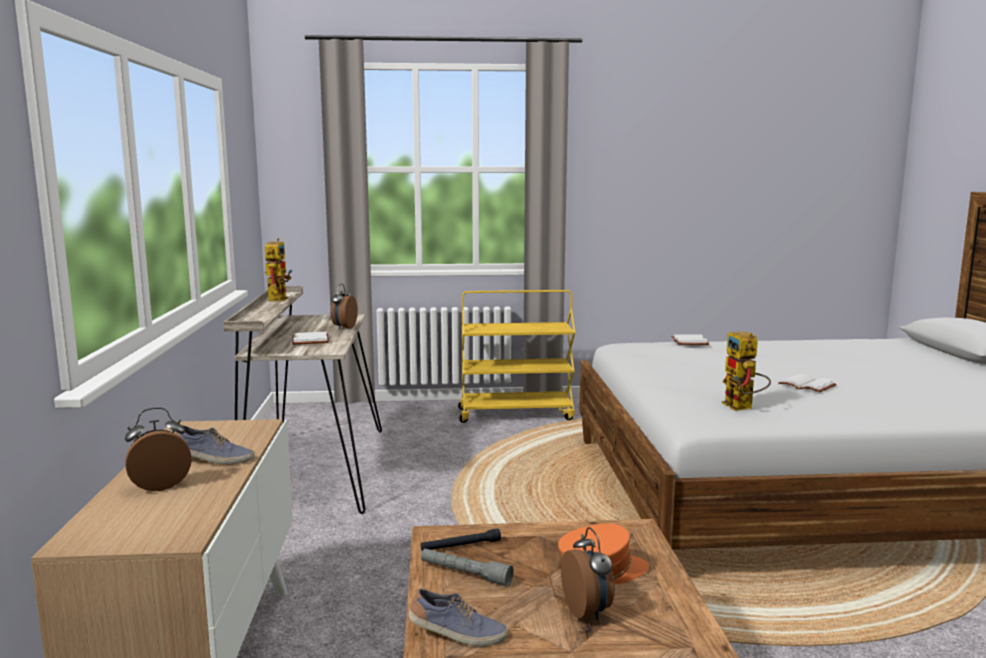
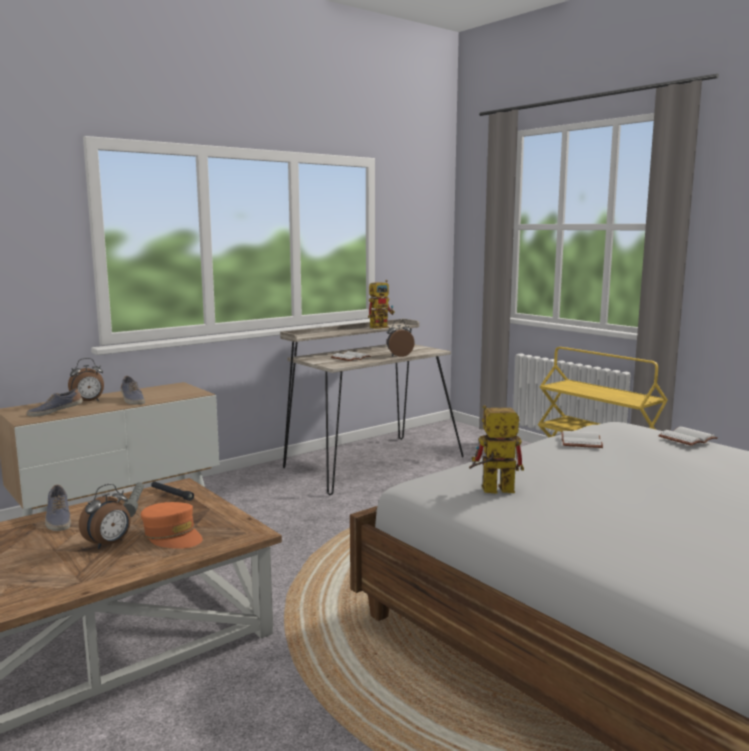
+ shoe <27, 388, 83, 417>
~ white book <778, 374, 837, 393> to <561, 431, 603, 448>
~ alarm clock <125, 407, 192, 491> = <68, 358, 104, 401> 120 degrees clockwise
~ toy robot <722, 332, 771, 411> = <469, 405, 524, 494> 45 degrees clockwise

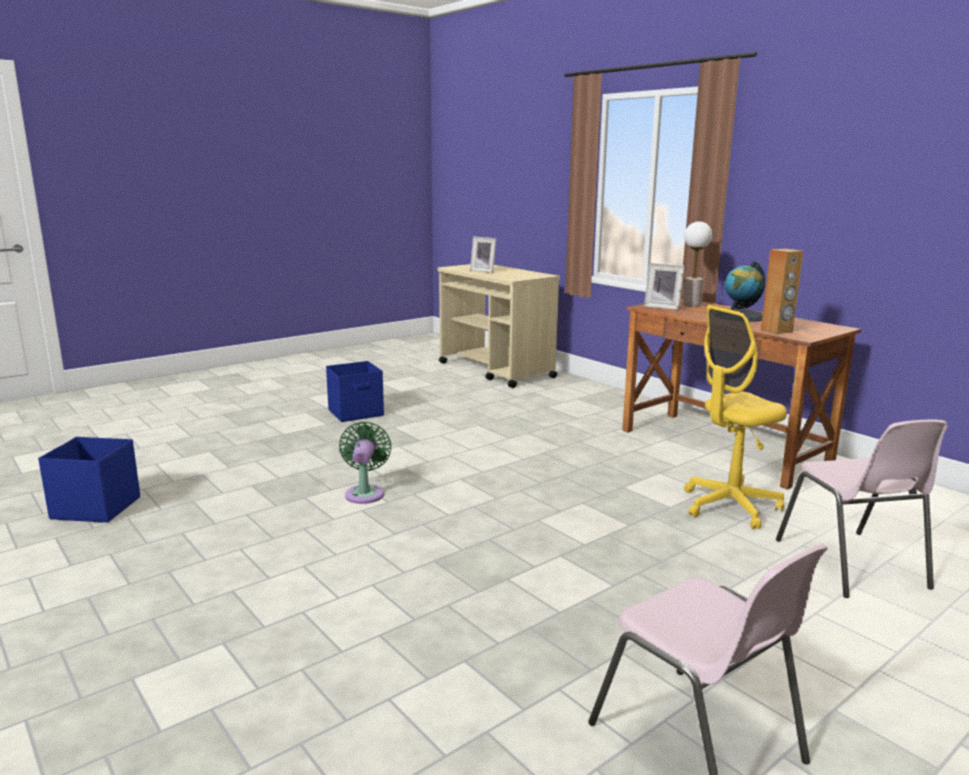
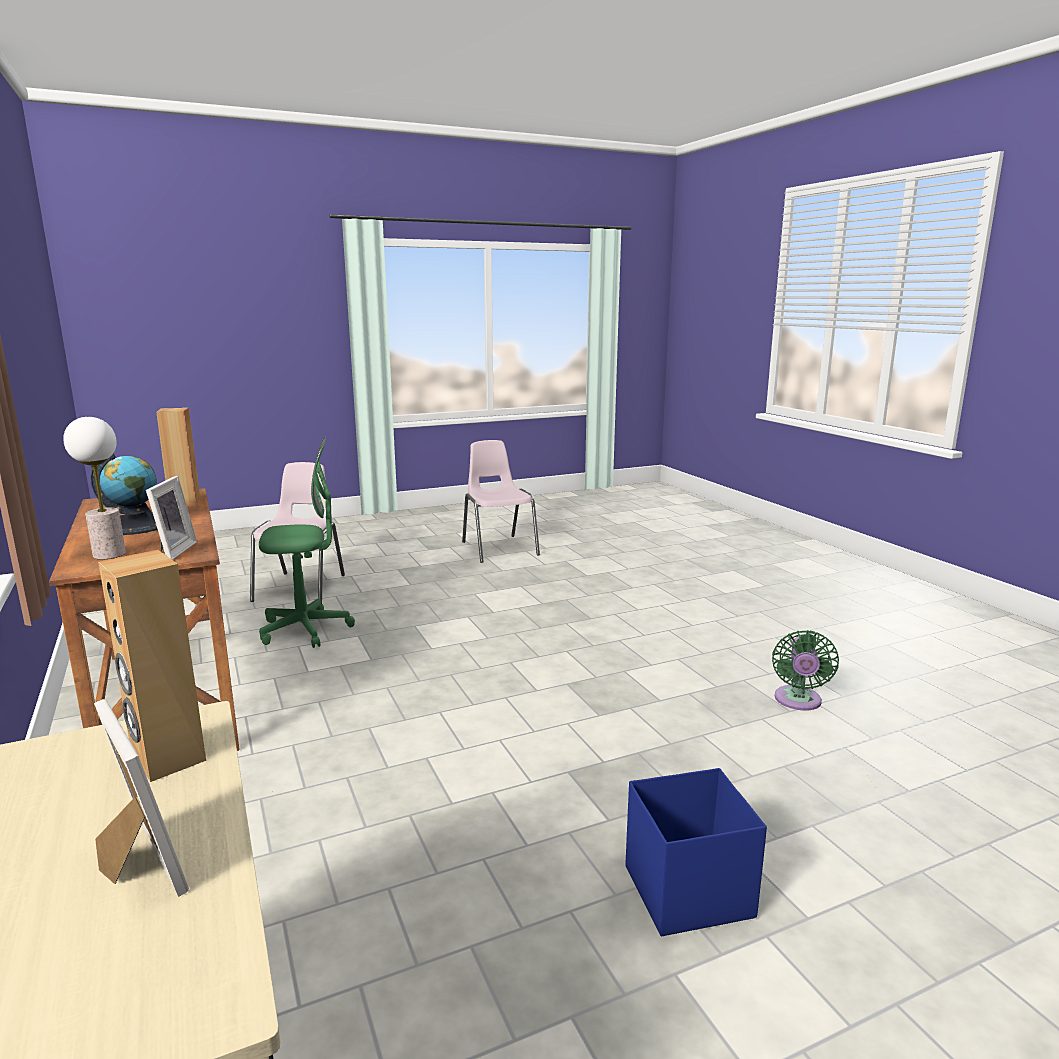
- blue storage box <38, 437, 140, 523>
+ brown speaker <98, 550, 206, 782>
~ green fan <339, 422, 392, 504> to <772, 630, 839, 710>
~ yellow office chair <684, 305, 787, 529> to green office chair <259, 437, 355, 648>
~ picture frame <644, 263, 685, 310> = <146, 476, 197, 560> 45 degrees clockwise

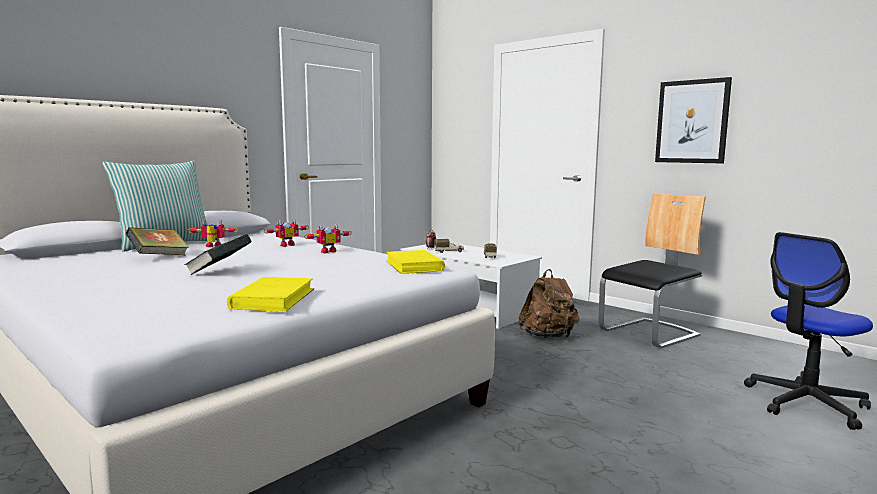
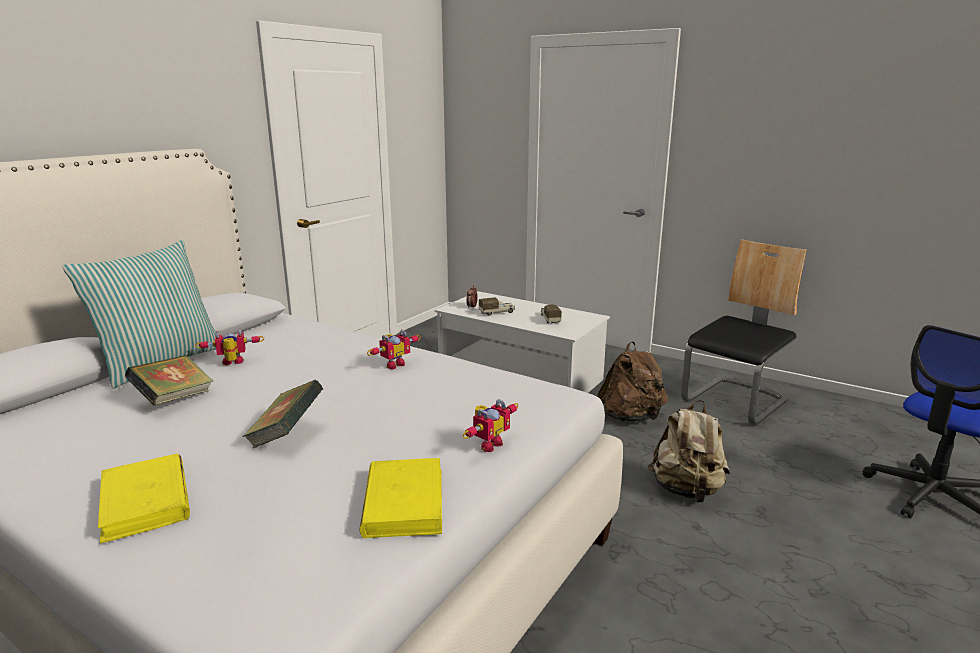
- picture <655, 77, 732, 164>
+ beige backpack <648, 400, 730, 503>
~ toy robot <264, 219, 309, 247> to <463, 399, 518, 452>
~ yellow book <386, 250, 445, 274> to <98, 453, 190, 543>

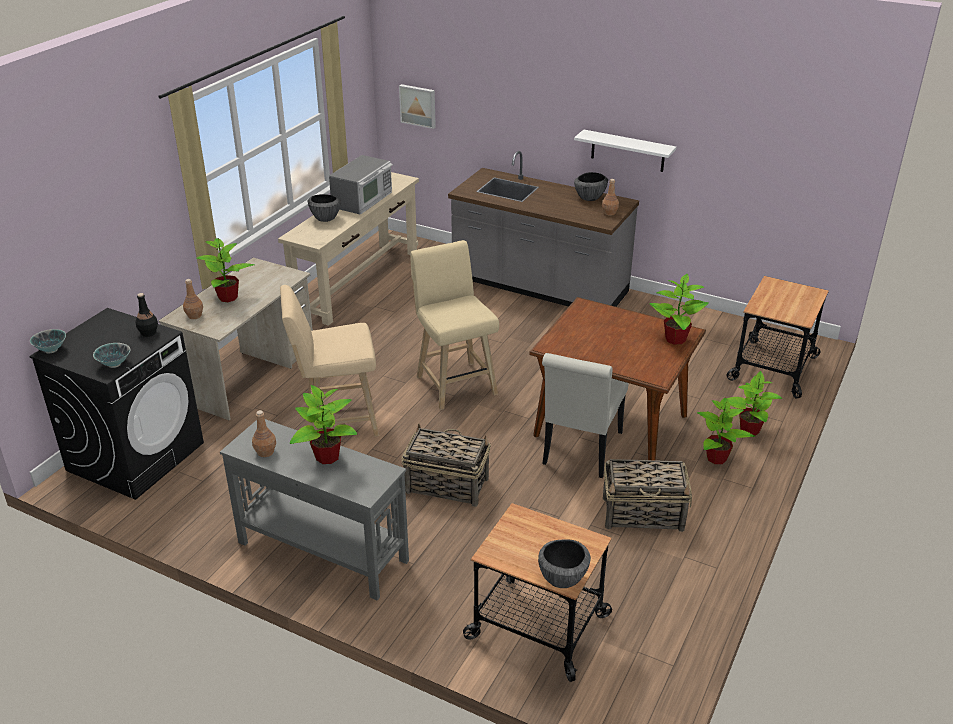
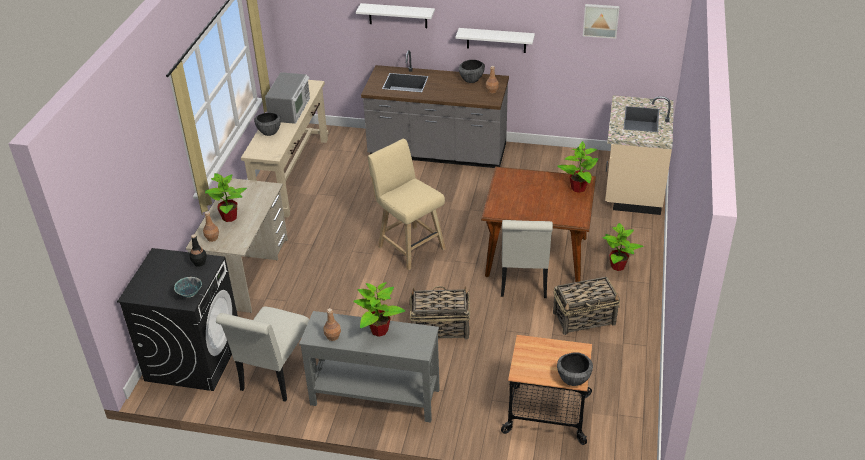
- bowl <30, 329, 66, 353>
- beige stool <280, 285, 379, 437>
- potted plant <727, 371, 782, 436>
+ white chair <216, 307, 309, 402>
+ white shelf <356, 3, 435, 28>
~ picture <399, 84, 436, 129> to <583, 4, 620, 39>
~ cart <727, 276, 829, 399> to beige counter <605, 95, 674, 215>

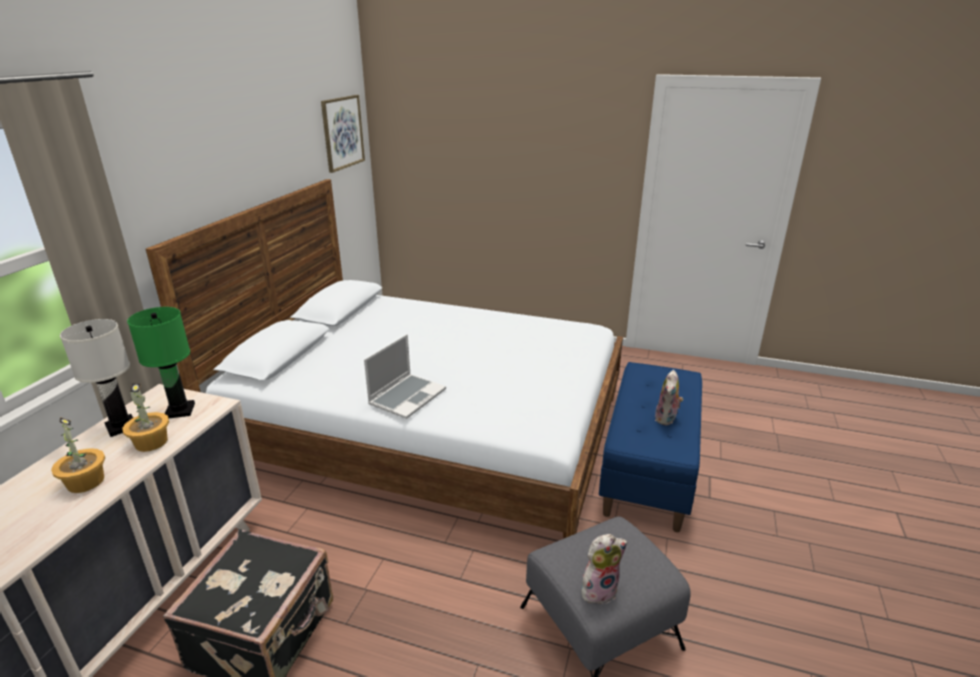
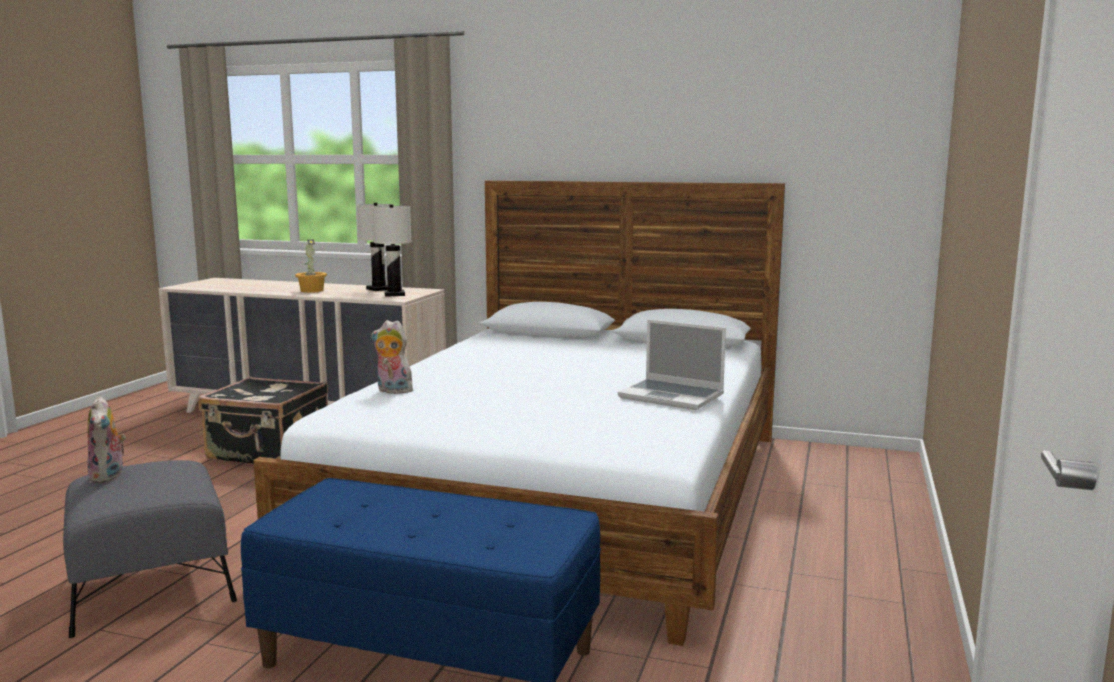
- potted plant <123, 383, 169, 452>
- picture <321, 95, 365, 173>
~ laptop <364, 334, 446, 419> to <618, 319, 726, 410>
~ plush toy <655, 370, 683, 426> to <372, 320, 415, 394>
~ green table lamp <127, 307, 195, 418> to white table lamp <372, 205, 412, 297>

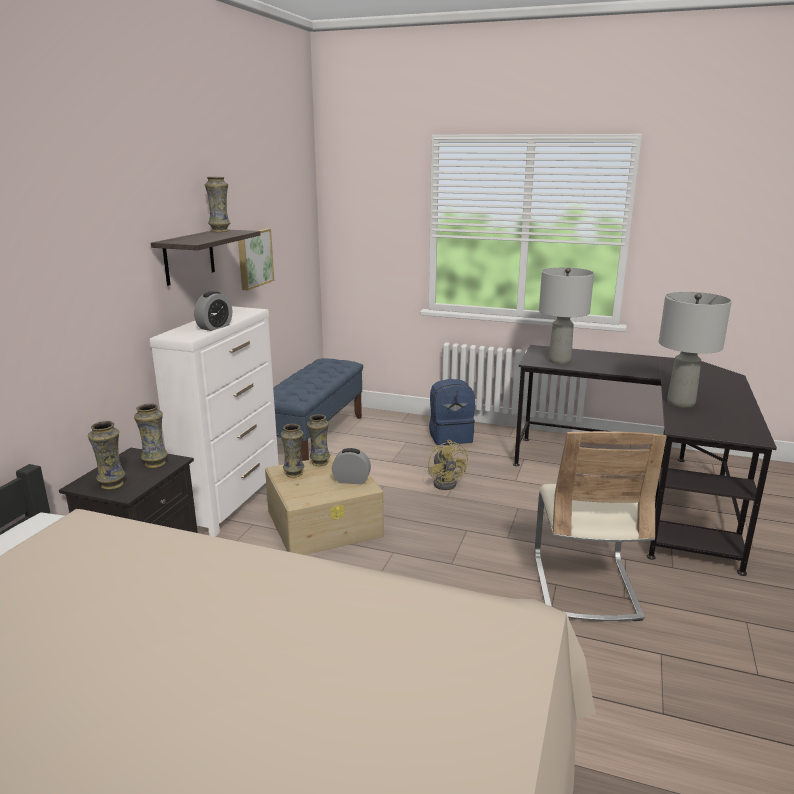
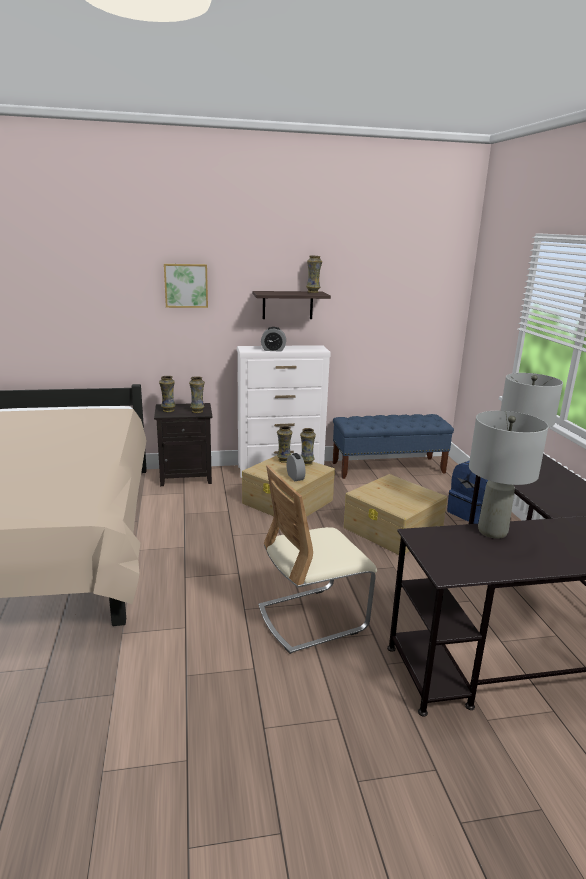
~ picture <238, 229, 274, 290> to <164, 264, 208, 308>
~ yellow fan <428, 440, 468, 490> to beige storage box <344, 474, 447, 555>

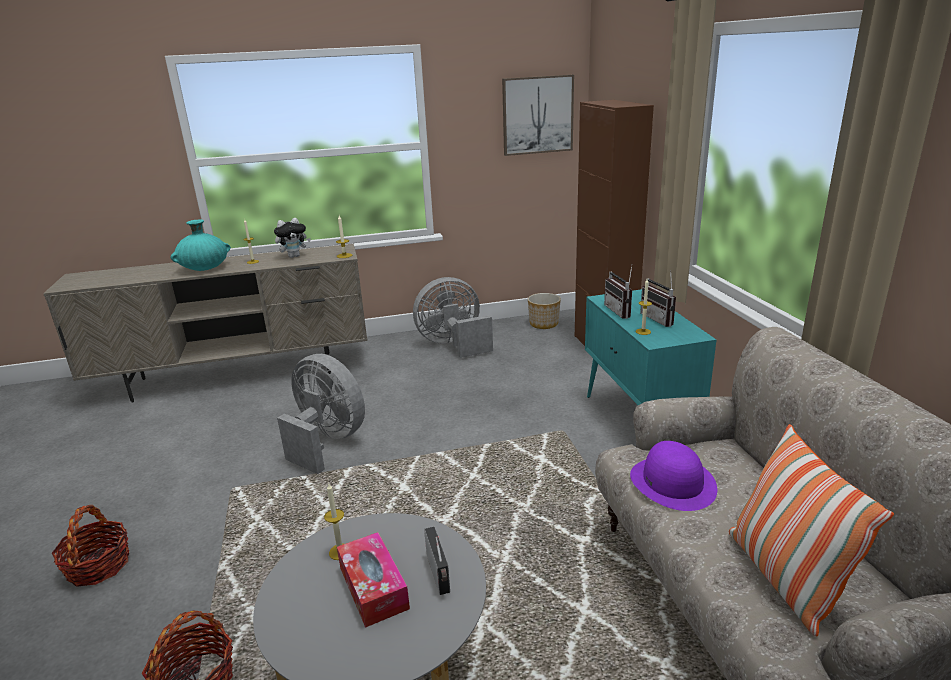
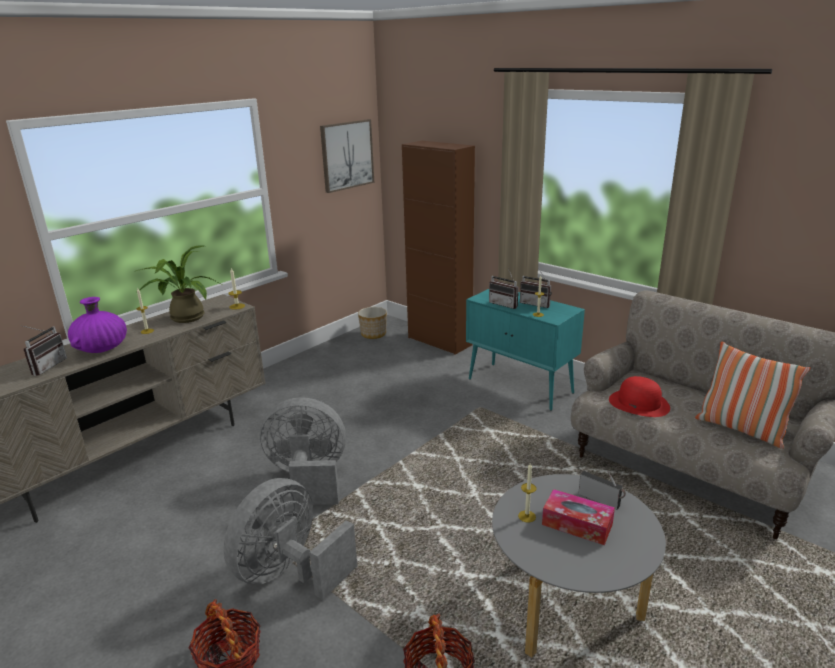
+ radio <21, 325, 67, 376>
~ grey fan <413, 277, 493, 358> to <223, 478, 357, 600>
~ plush toy <274, 218, 311, 258> to potted plant <136, 246, 219, 323>
~ turquoise vase <171, 220, 231, 271> to purple vase <68, 297, 127, 353>
~ purple hat <630, 441, 717, 511> to red hat <609, 376, 670, 417>

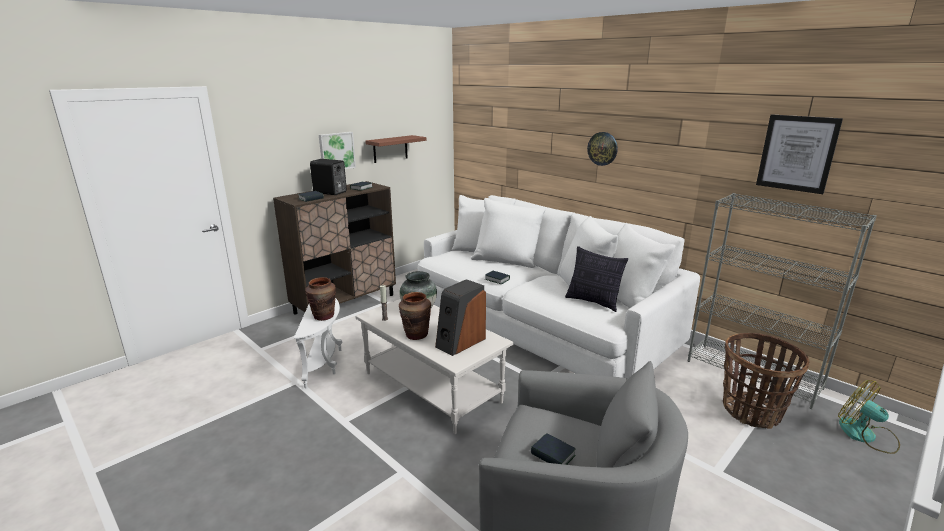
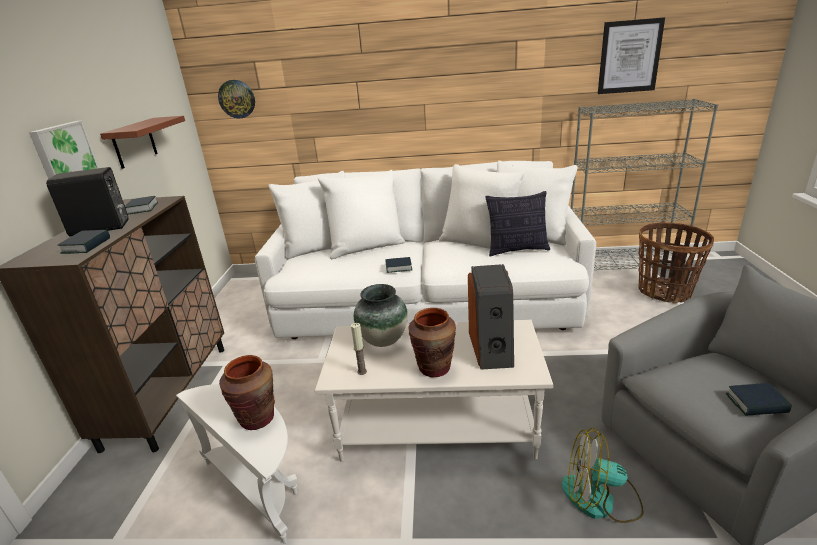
~ wall clock <587, 132, 618, 166> to <218, 80, 255, 119>
~ fan <838, 380, 900, 454> to <562, 428, 644, 523>

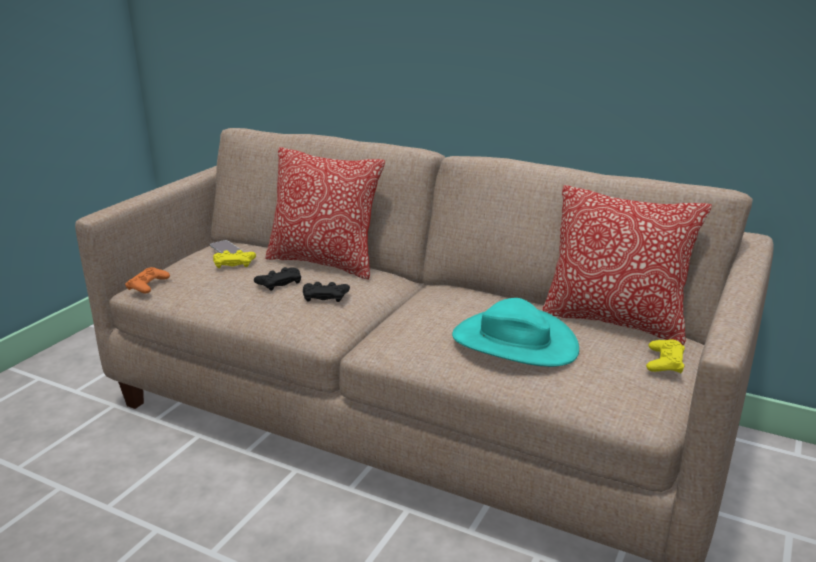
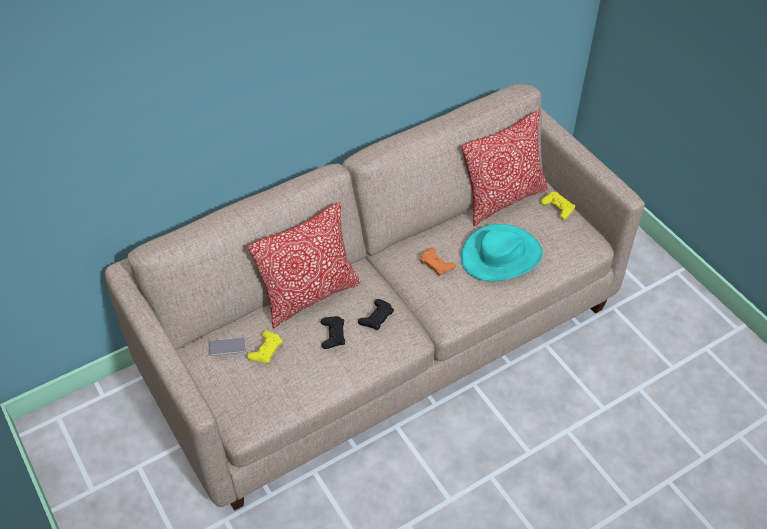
~ orange game controller <125, 267, 170, 293> to <420, 248, 456, 276>

